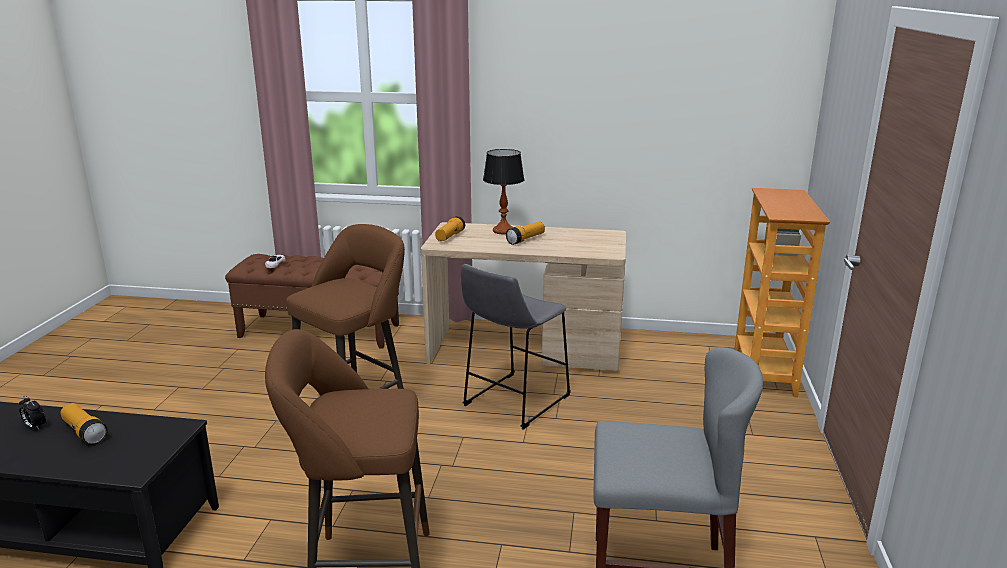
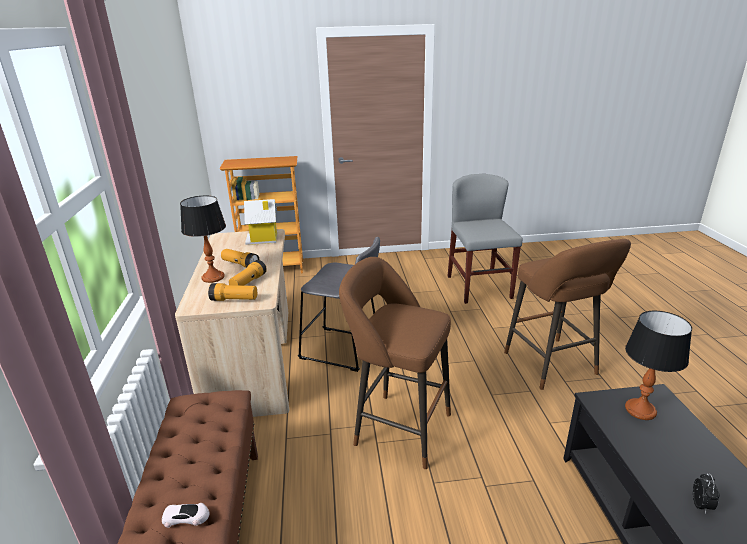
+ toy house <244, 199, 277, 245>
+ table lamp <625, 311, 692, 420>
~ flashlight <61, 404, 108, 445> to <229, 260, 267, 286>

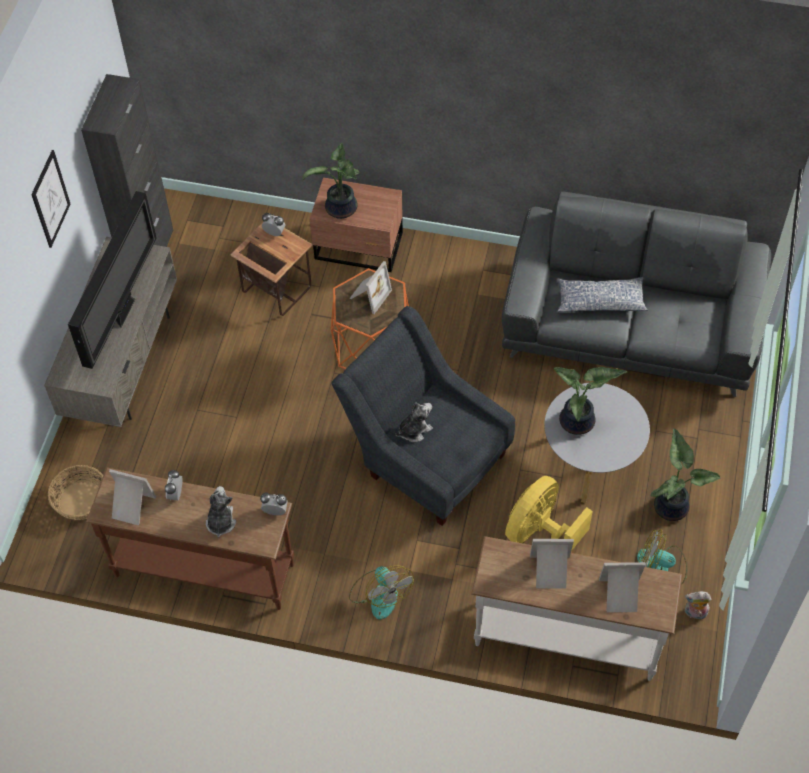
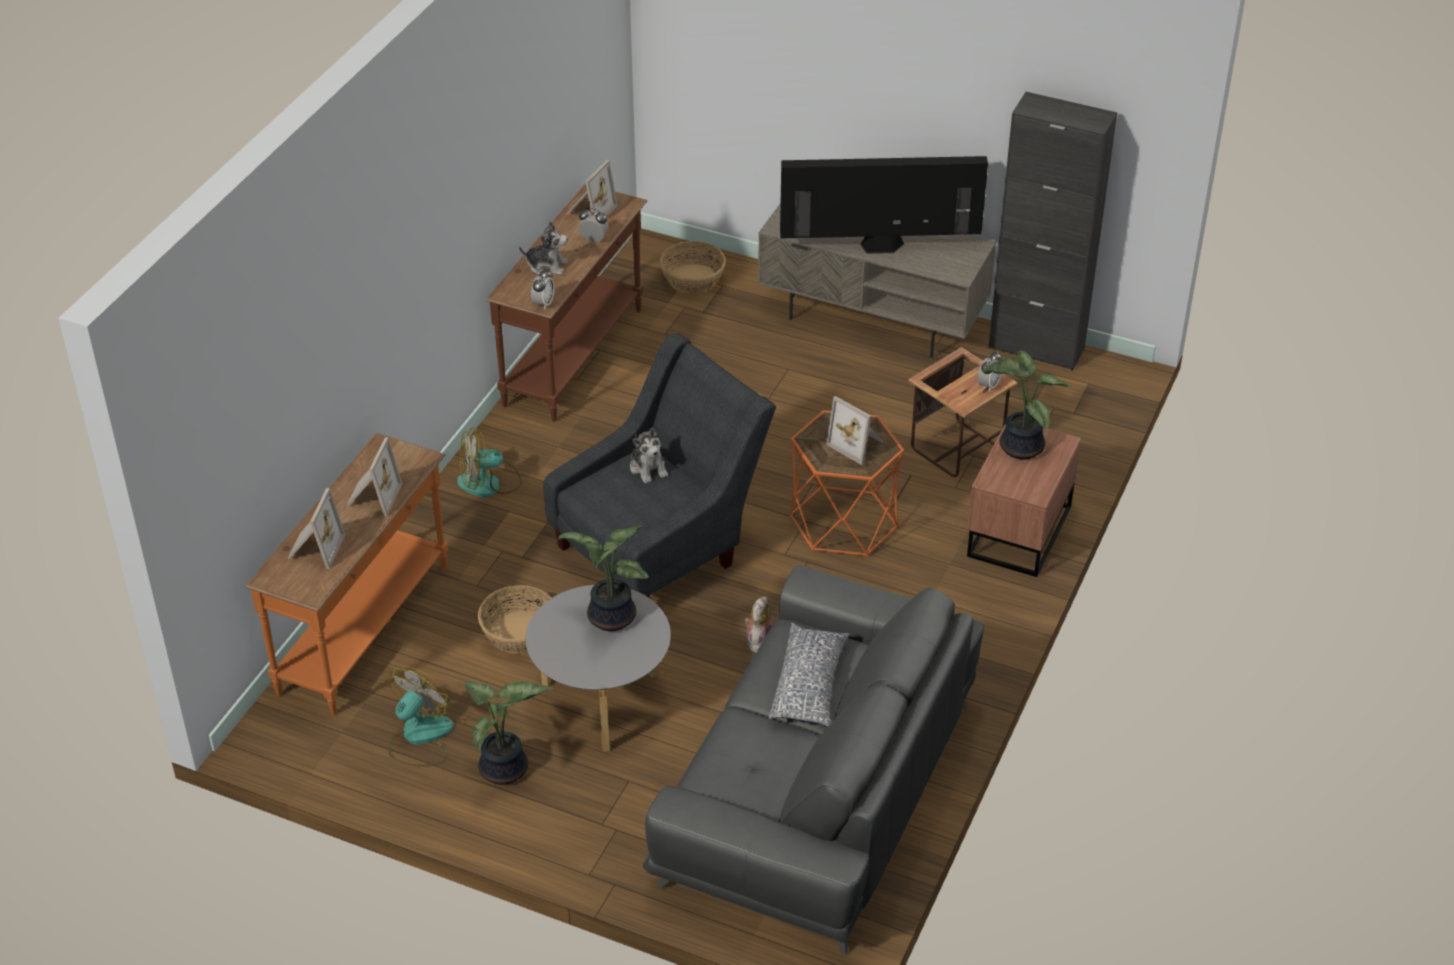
- picture <31, 150, 70, 248>
~ plush toy <685, 591, 712, 620> to <745, 596, 771, 653>
~ yellow fan <505, 476, 593, 551> to basket <478, 585, 551, 654>
~ white console table <471, 536, 682, 681> to orange console table <246, 433, 448, 715>
~ television <68, 191, 157, 369> = <780, 156, 988, 254> 150 degrees clockwise

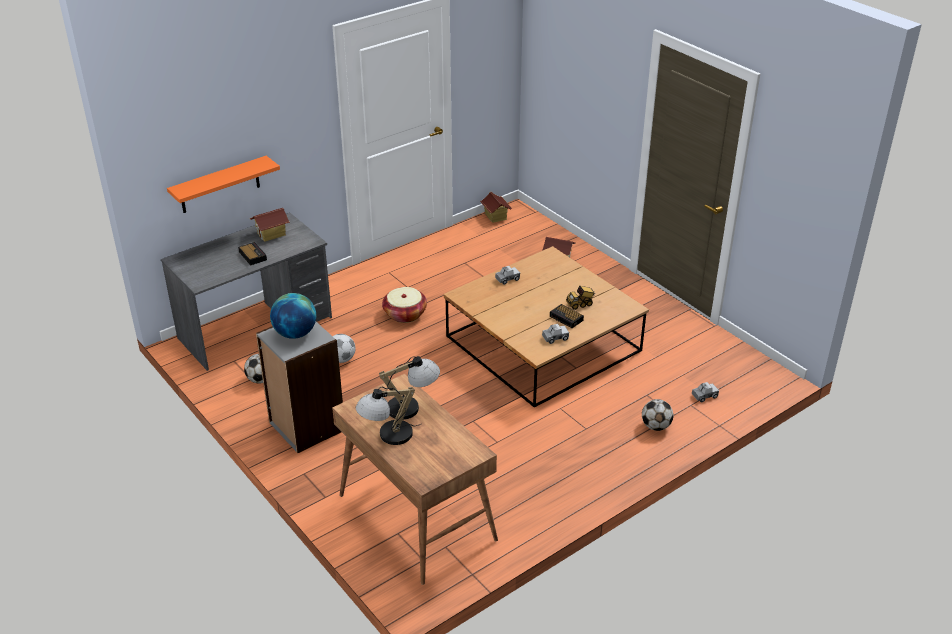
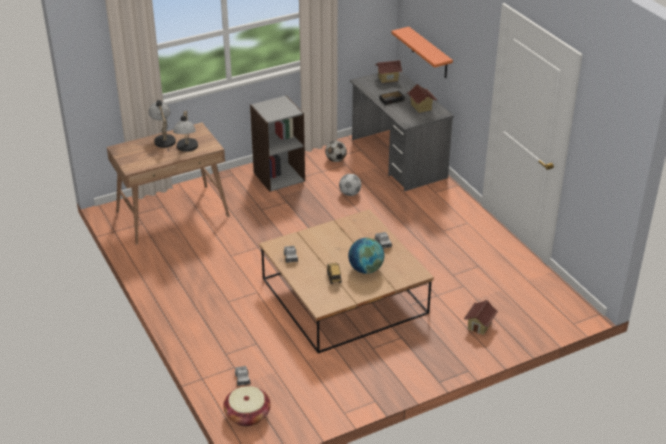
- alarm clock <550, 304, 584, 328>
- football <642, 399, 673, 431>
~ globe <270, 293, 316, 339> to <348, 238, 384, 274>
~ basket <382, 287, 427, 323> to <223, 386, 271, 427>
~ toy house <480, 192, 512, 223> to <375, 60, 403, 83>

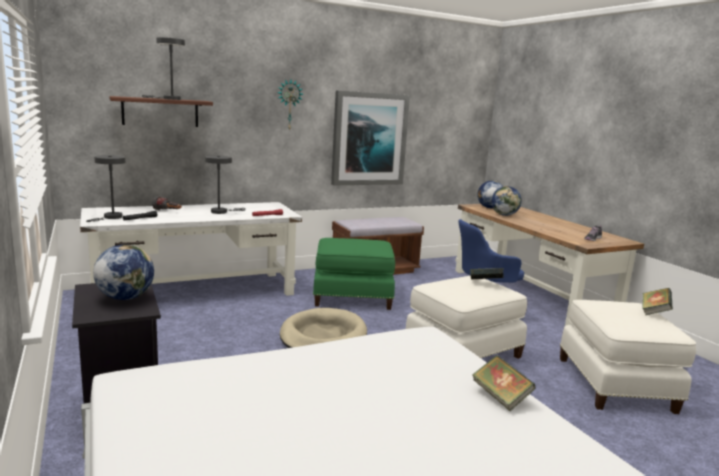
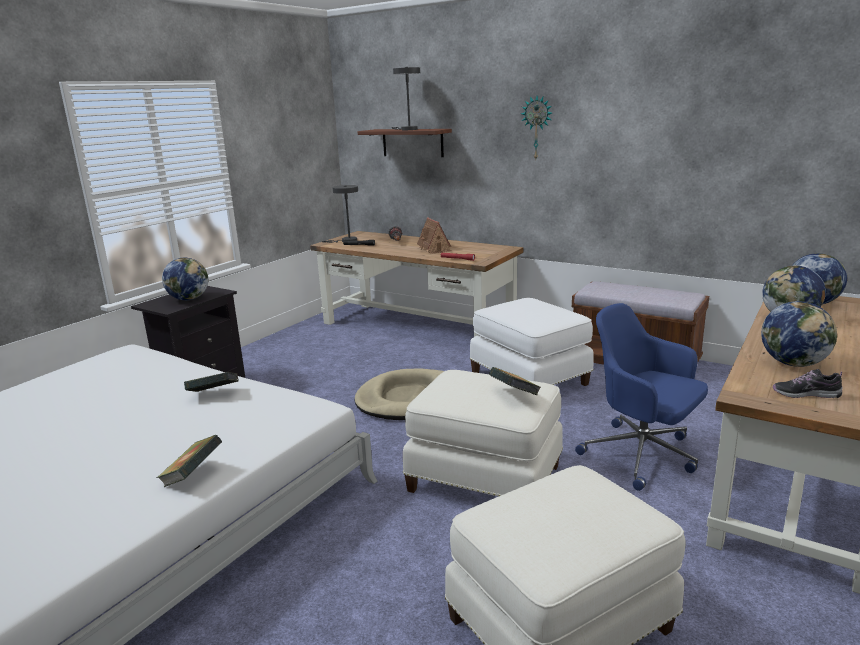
- picture <331, 90, 410, 185>
+ globe <761, 301, 837, 367>
~ book <642, 288, 673, 315> to <184, 372, 239, 392>
~ grey table lamp <205, 155, 246, 214> to toy house <417, 217, 451, 254>
~ white desk <80, 202, 302, 296> to brown desk <310, 231, 524, 337>
~ green ottoman <313, 238, 395, 310> to white ottoman <470, 298, 594, 386>

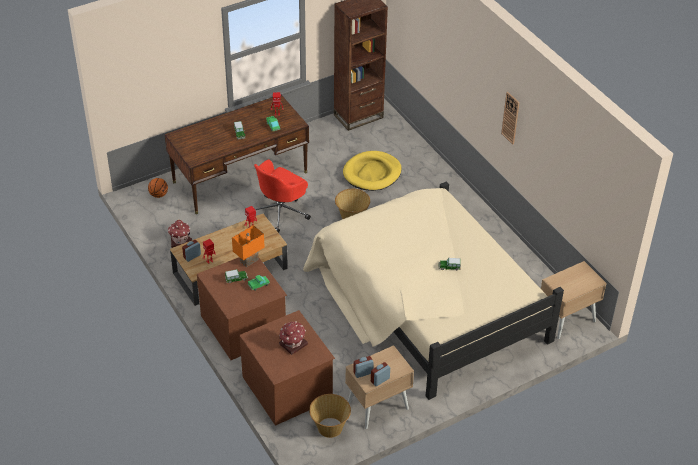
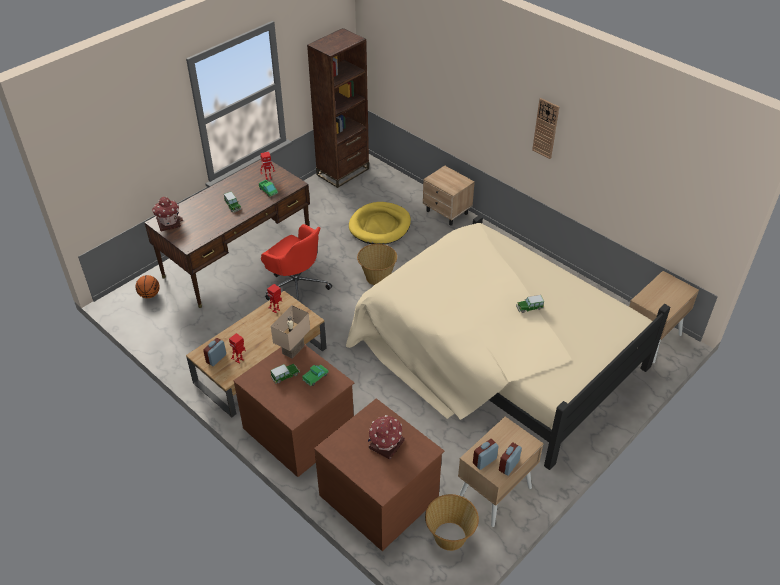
+ beige nightstand <423, 166, 475, 226>
~ toy house <168, 220, 192, 248> to <152, 197, 183, 231>
~ orange table lamp <232, 225, 265, 267> to beige table lamp <271, 305, 310, 359>
~ red office chair <254, 159, 311, 233> = <261, 224, 332, 301> 75 degrees counterclockwise

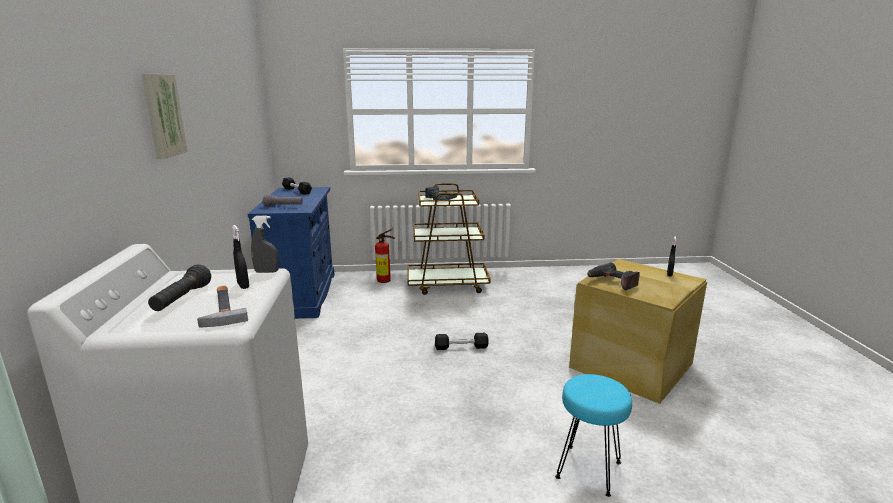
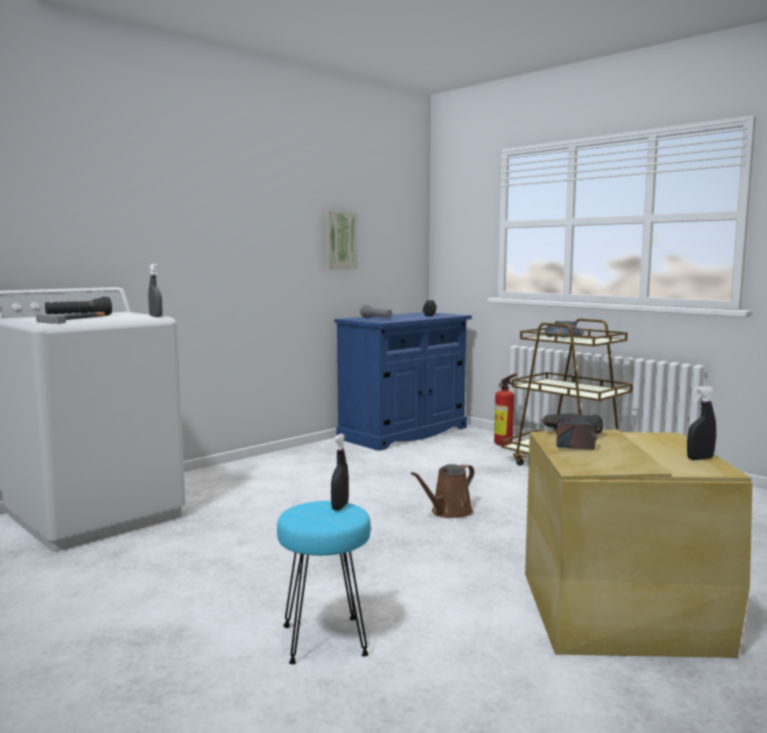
~ picture <142, 74, 188, 159> to <325, 211, 358, 269>
~ black spray bottle <232, 225, 249, 289> to <331, 434, 349, 511>
~ black dumbbell <435, 333, 489, 350> to brown watering can <411, 464, 474, 518>

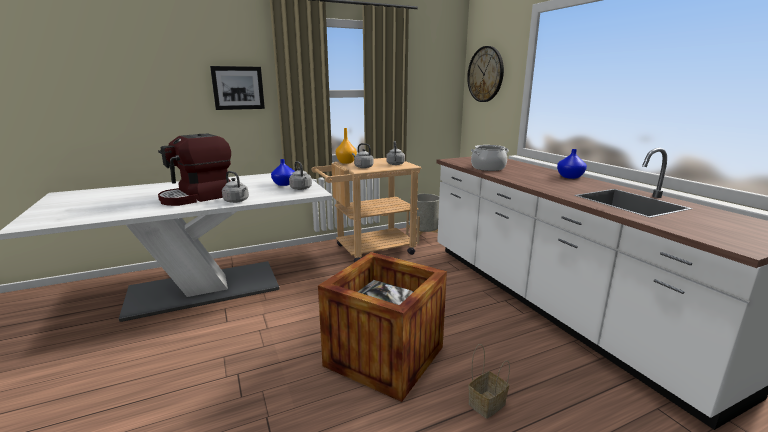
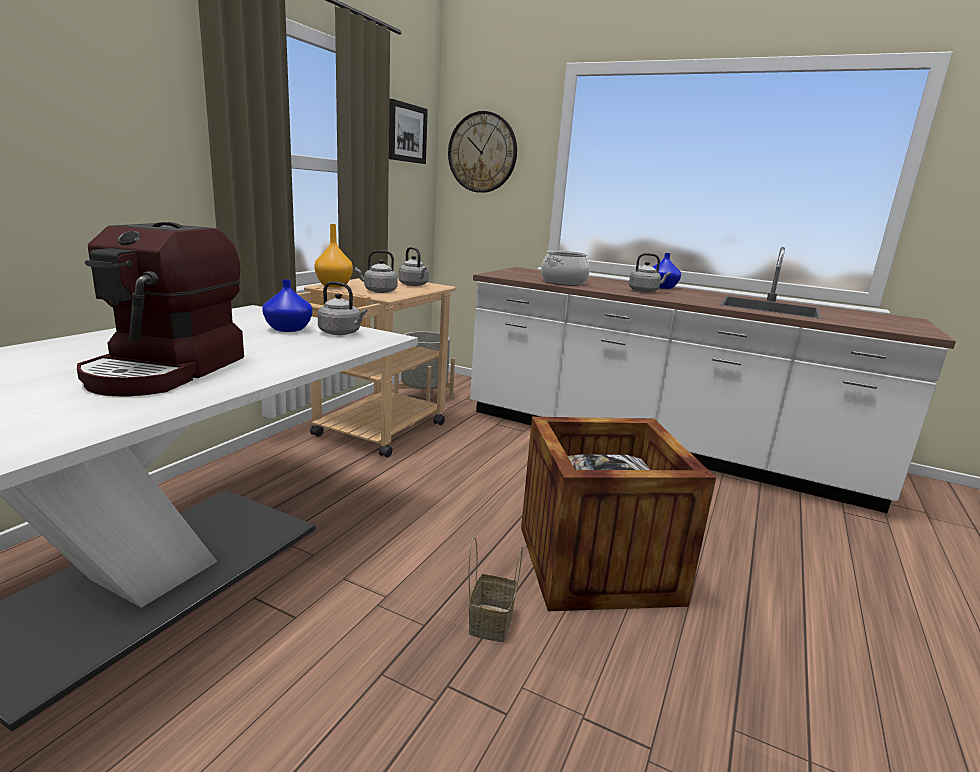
~ picture <210, 66, 265, 110> to <389, 99, 428, 164>
~ grey kettle <222, 171, 249, 203> to <629, 253, 671, 292>
~ basket <468, 344, 510, 419> to <469, 536, 523, 642>

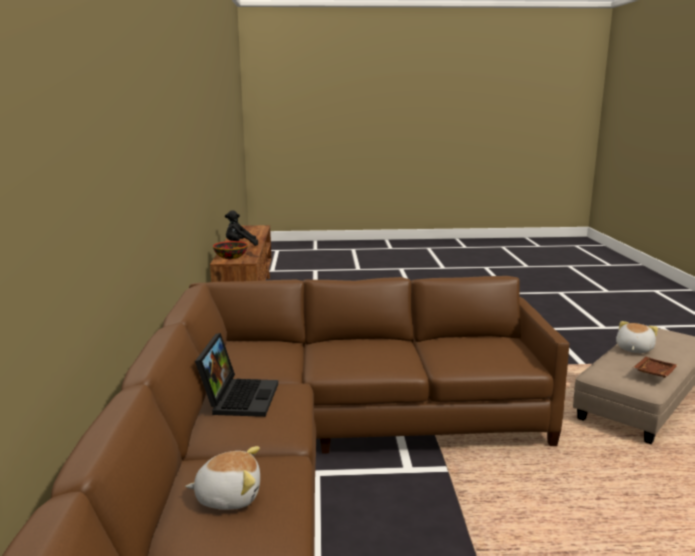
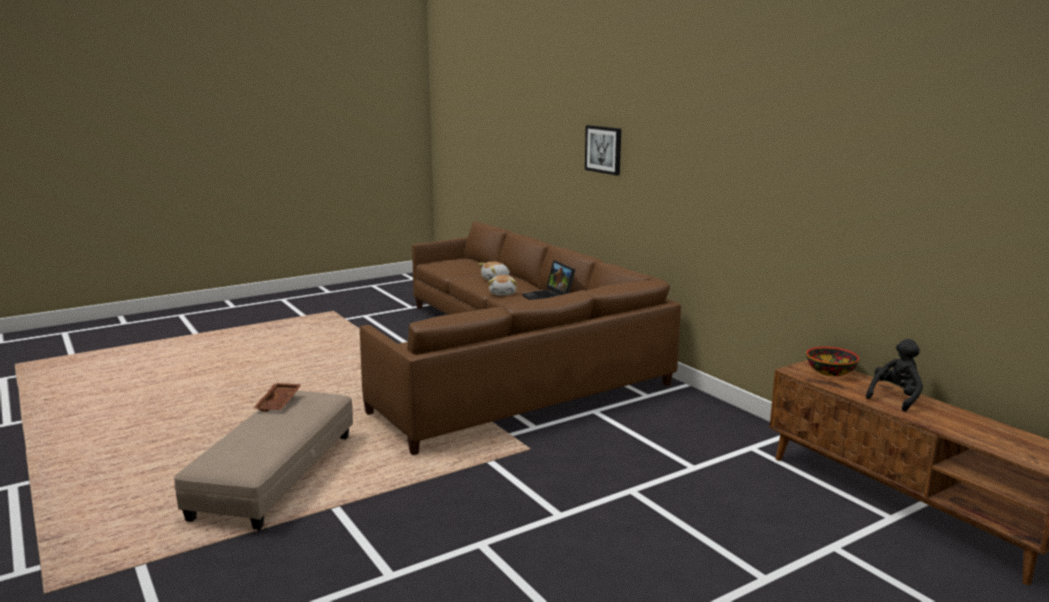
+ picture <585, 125, 621, 176>
~ plush toy <616, 321, 658, 353> to <489, 275, 516, 295>

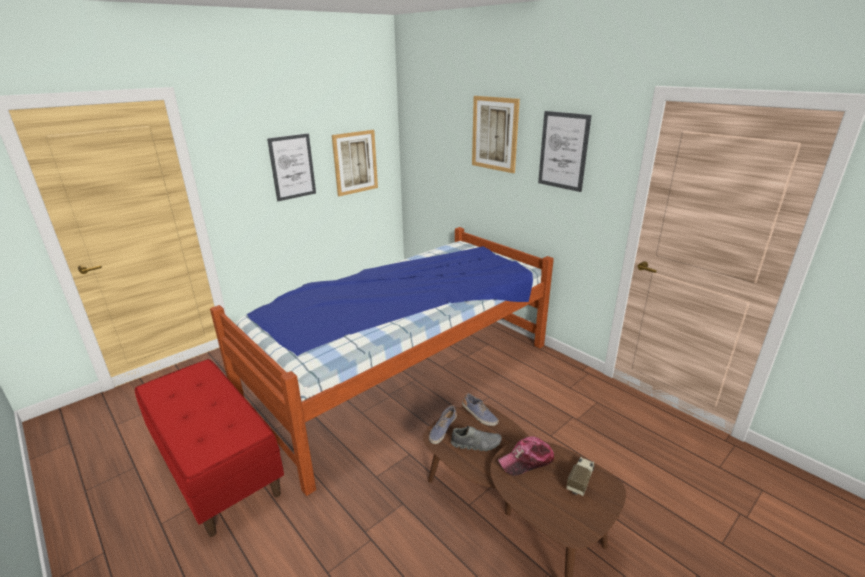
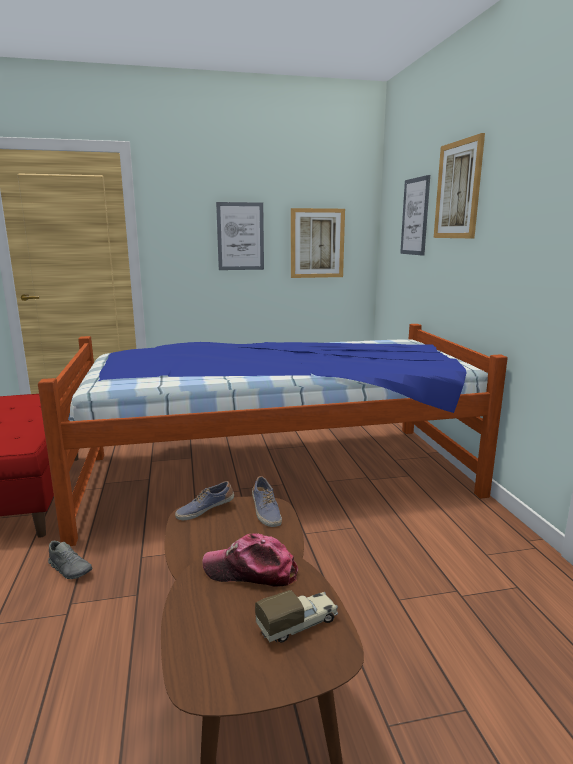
~ grey shoe <451, 426, 502, 451> to <48, 541, 92, 579>
~ picture <538, 111, 592, 192> to <400, 175, 430, 256>

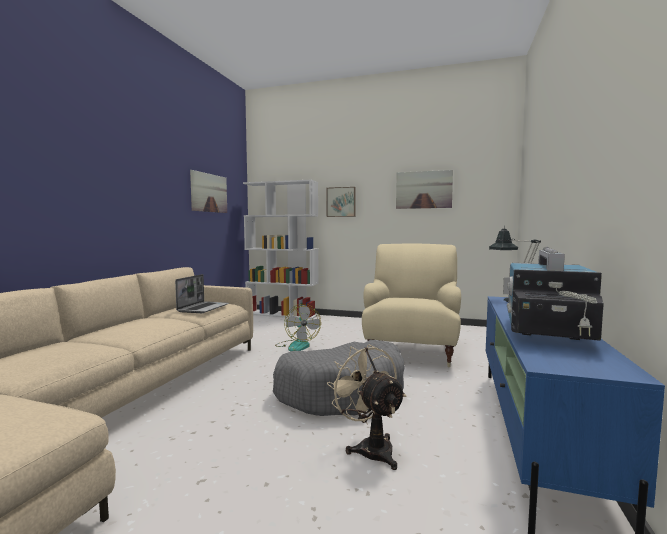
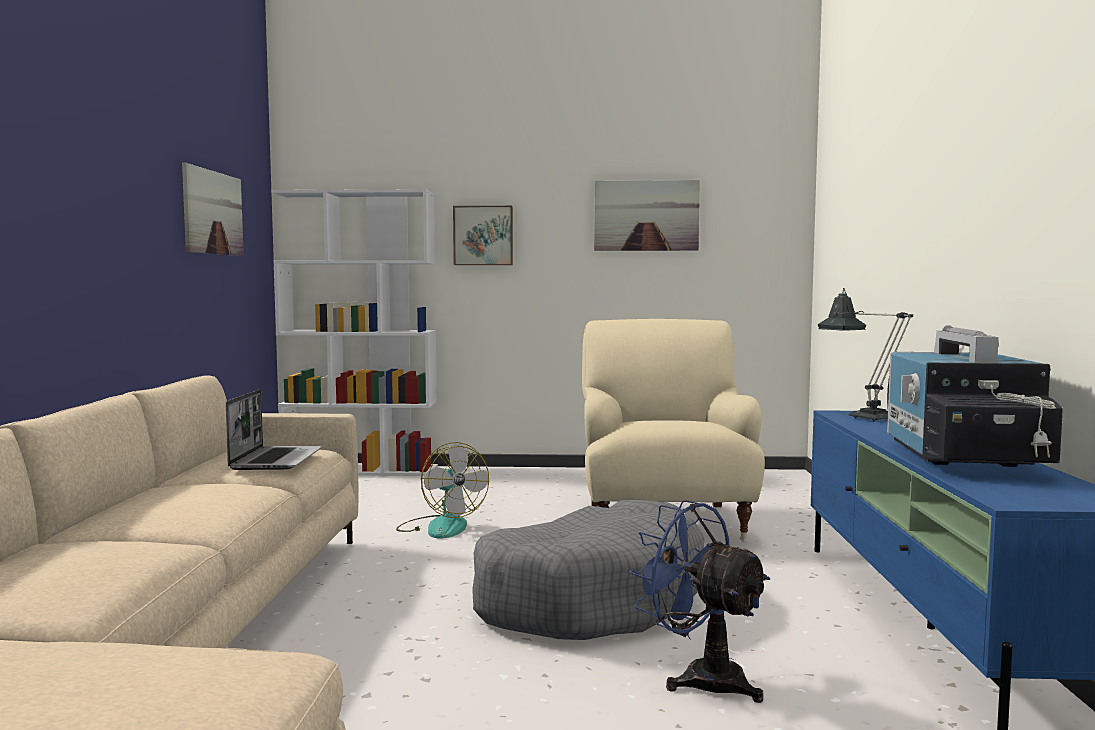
~ beige fan <327, 345, 406, 470> to blue fan <629, 500, 770, 703>

